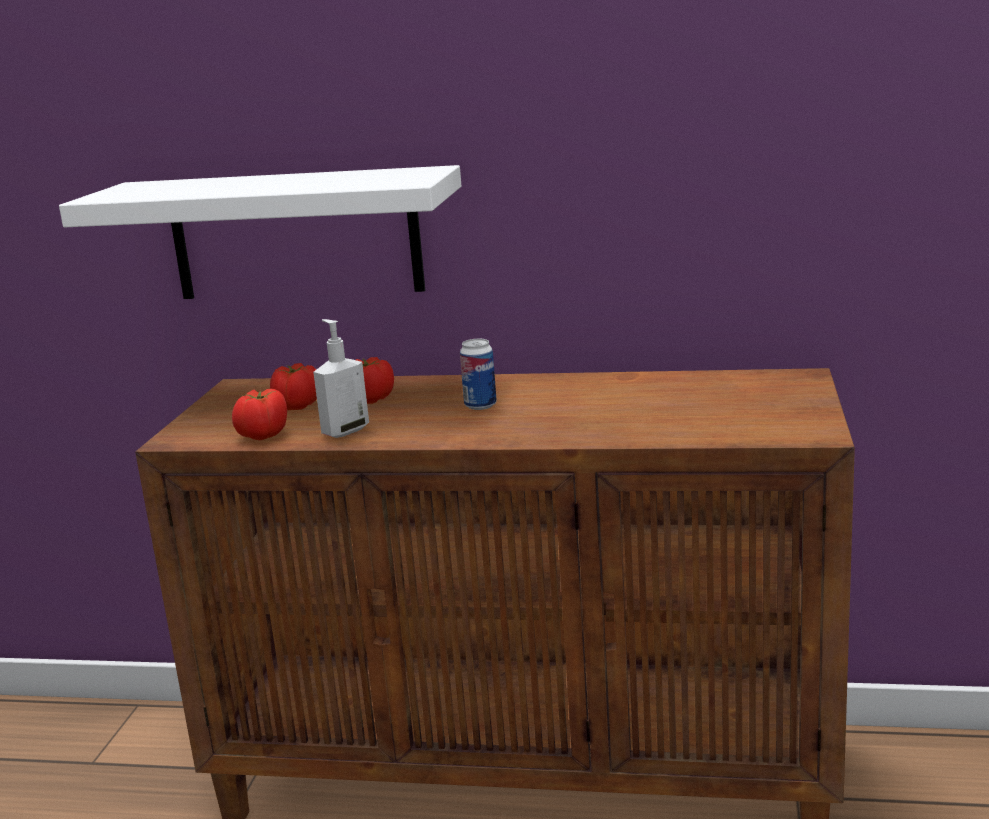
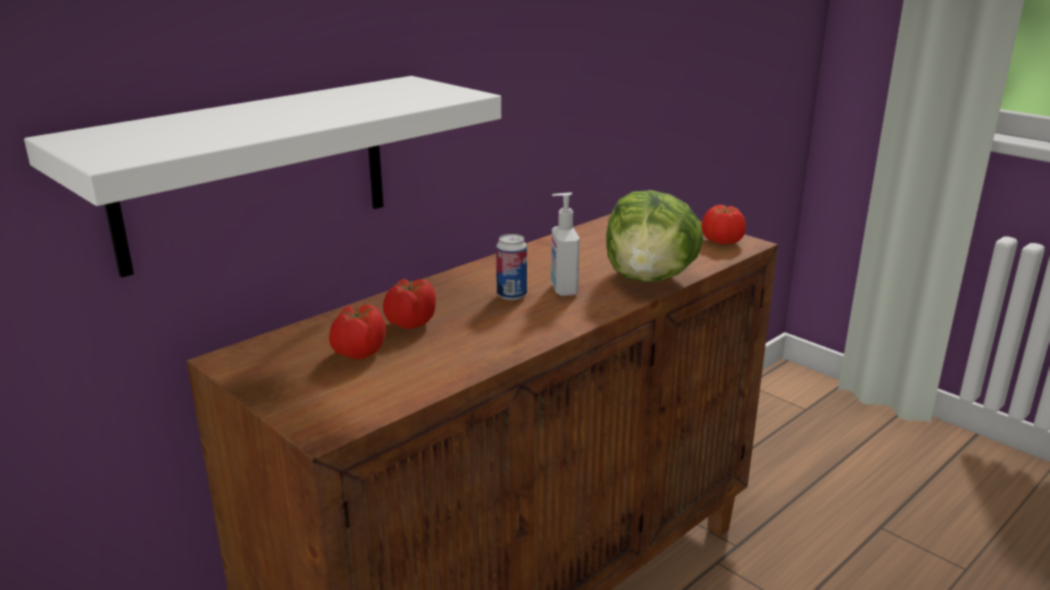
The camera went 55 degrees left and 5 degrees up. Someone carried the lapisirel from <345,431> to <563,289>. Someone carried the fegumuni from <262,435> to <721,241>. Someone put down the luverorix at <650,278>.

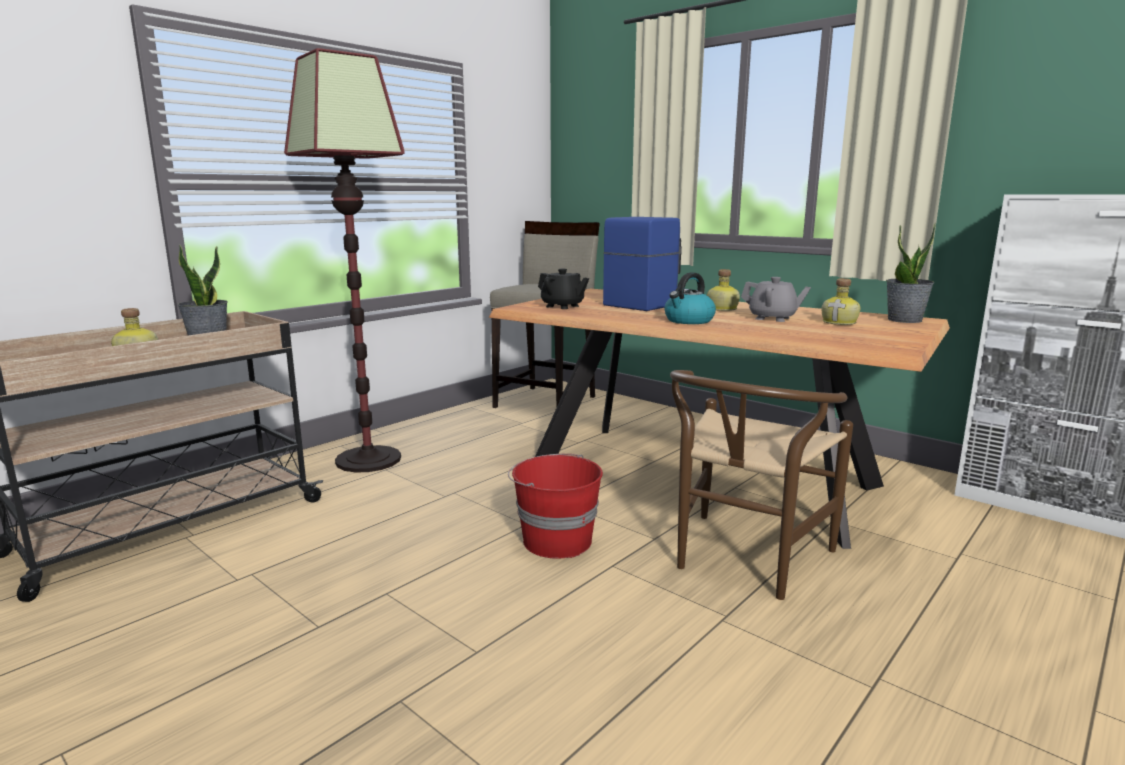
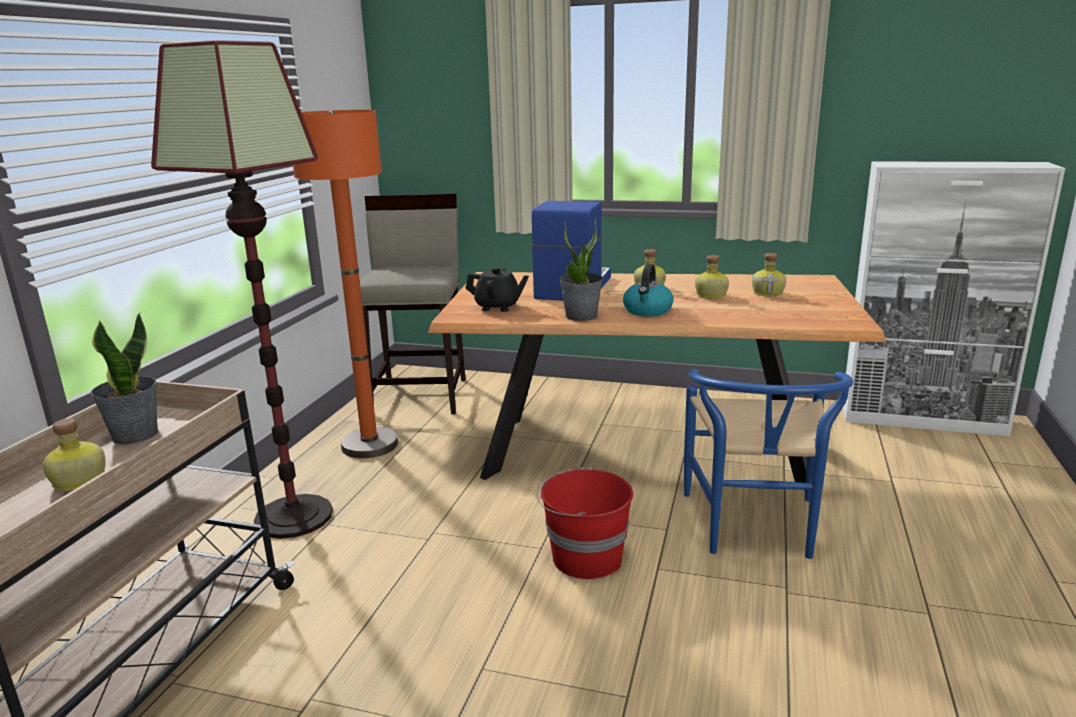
The camera went 25 degrees left and 5 degrees up. Someone carried the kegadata from <904,320> to <581,316>. Someone swapped the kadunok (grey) at <772,318> for the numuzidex at <710,295>. Someone repainted the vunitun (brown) at <743,561>, which became the vunitun (blue) at <754,530>. Someone put down the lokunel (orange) at <370,445>.

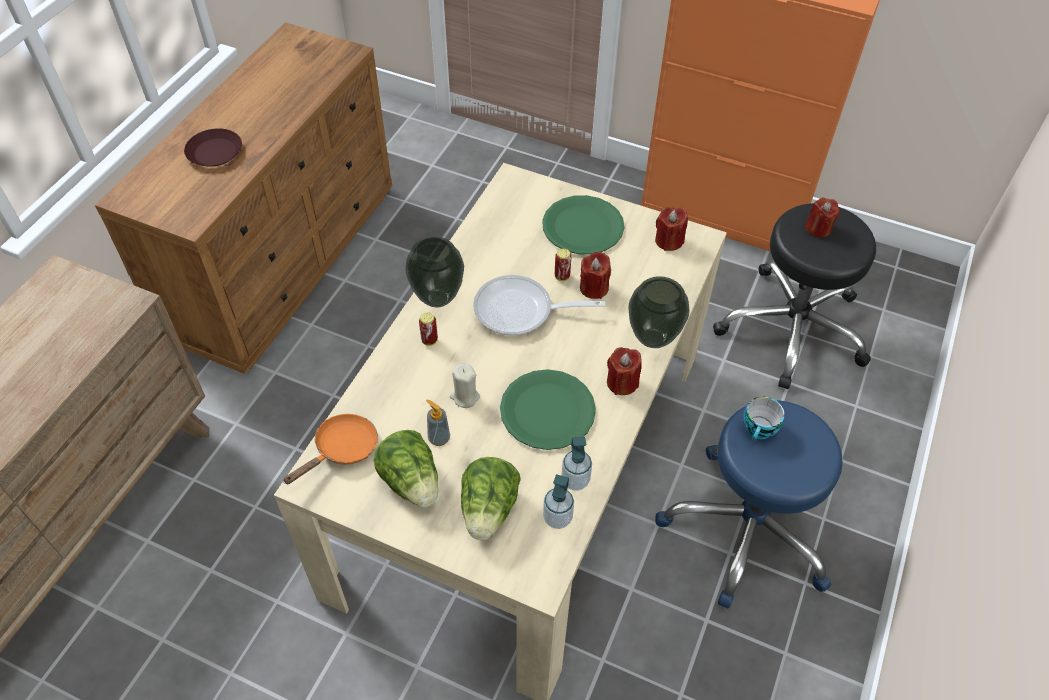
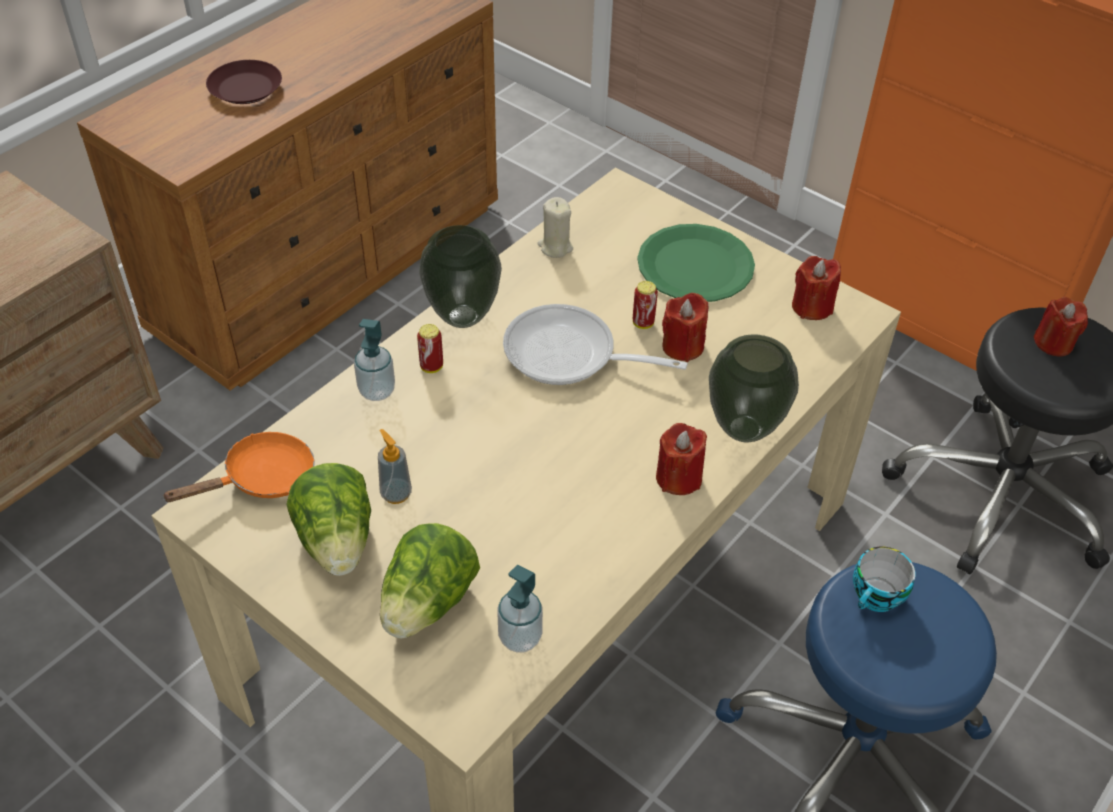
The camera went 15 degrees right and 5 degrees down. Someone carried the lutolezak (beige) from <465,397> to <555,247>. Someone took away the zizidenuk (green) at <548,411>. Someone carried the lapisirel from <575,480> to <377,391>.

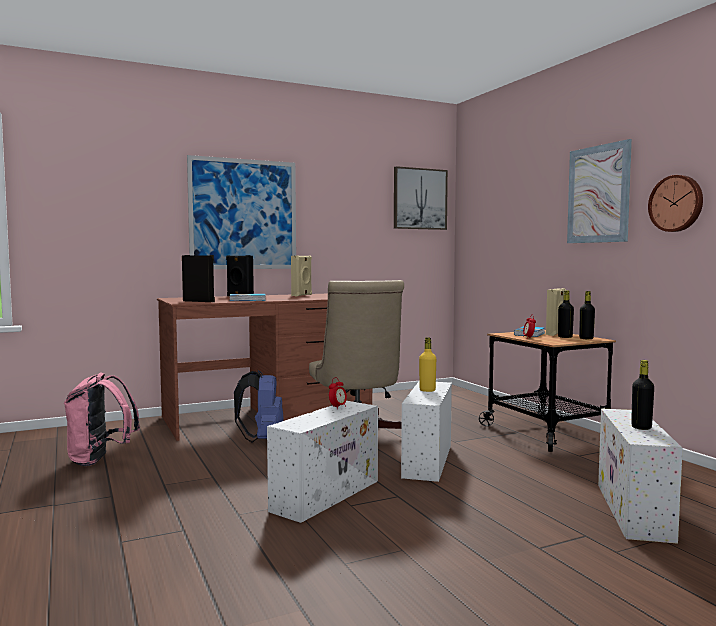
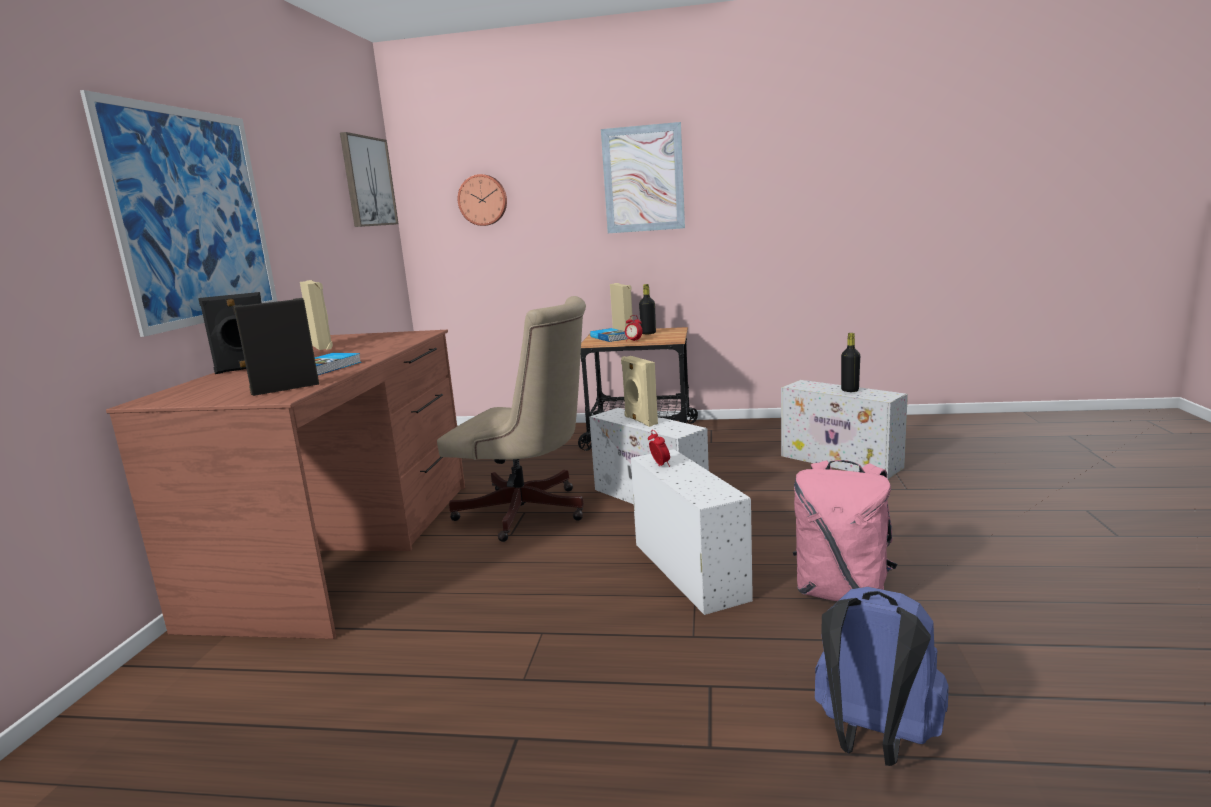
The camera went 55 degrees left and 10 degrees up. Someone carried the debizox from <676,203> to <483,200>. Someone took away the numuzidex (black) at <586,338>. Someone swapped the numuzidex (yellow) at <427,390> for the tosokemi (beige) at <639,421>. Someone carried the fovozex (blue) from <263,440> to <874,740>. Someone carried the fovozex (pink) from <100,460> to <842,593>.

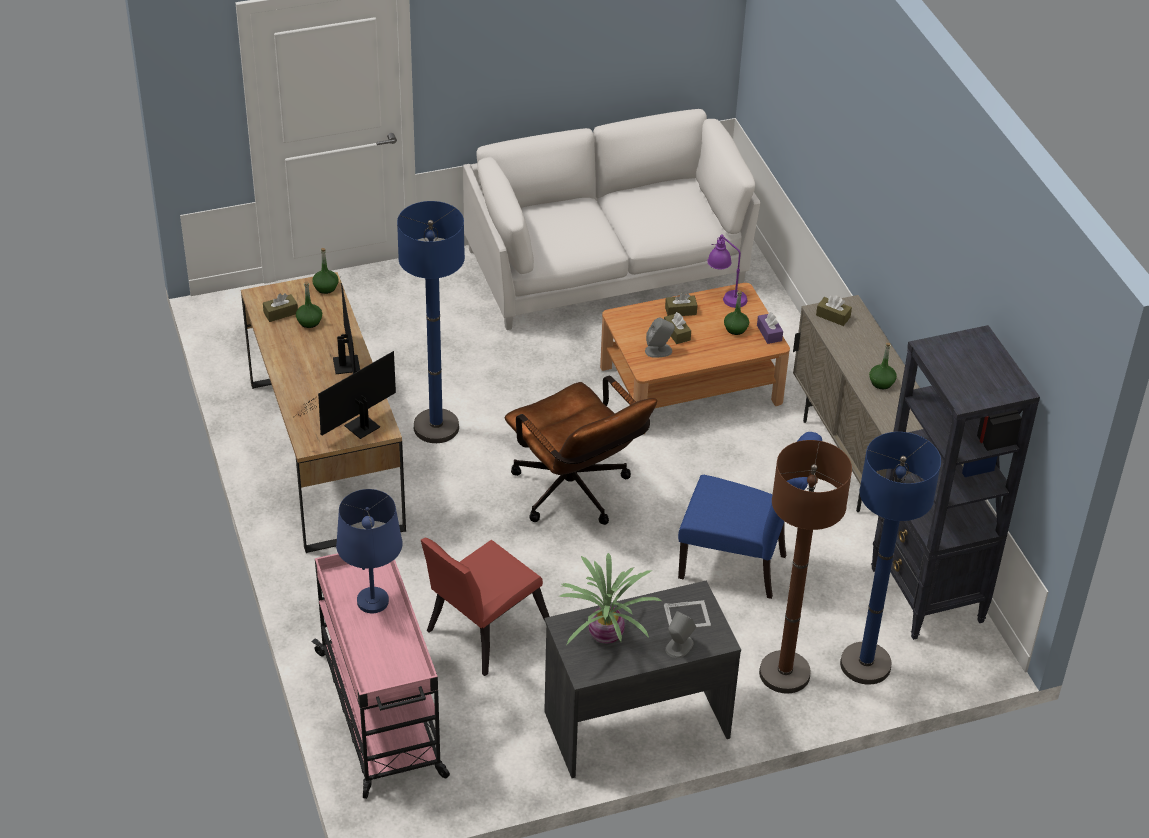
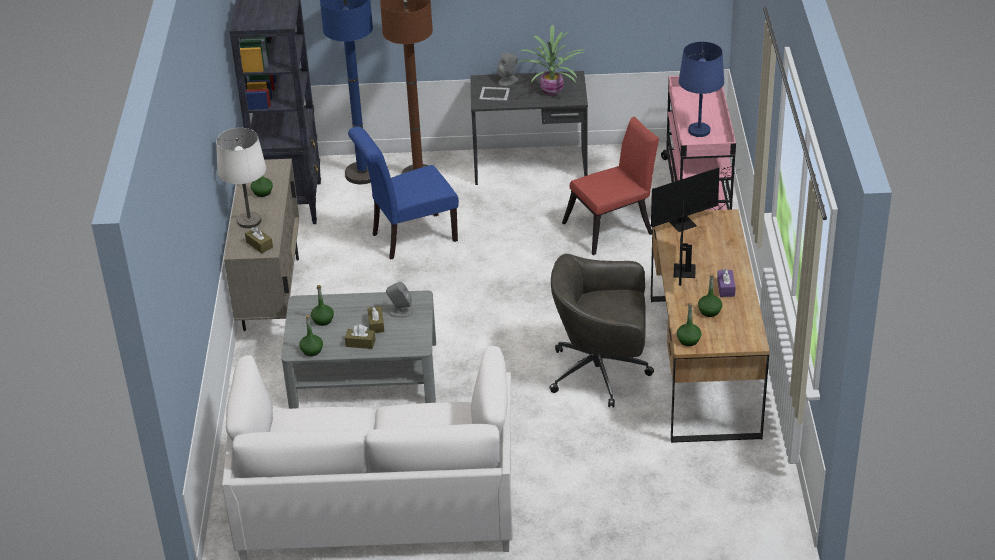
The camera went 160 degrees left and 5 degrees down. Someone swapped the lokunel (blue) at <436,427> for the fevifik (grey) at <601,373>. Someone swapped the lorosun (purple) at <725,296> for the numuzidex (green) at <312,350>. Someone repainted the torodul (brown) at <691,384>, which became the torodul (grey) at <363,374>. Someone took away the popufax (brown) at <280,313>. Someone carried the popufax (purple) from <769,333> to <726,288>. Someone took away the fevifik (brown) at <576,496>. Someone rotated the vunitun (blue) at <740,567> by 60 degrees counterclockwise. Someone put down the lorosun (white) at <249,221>.

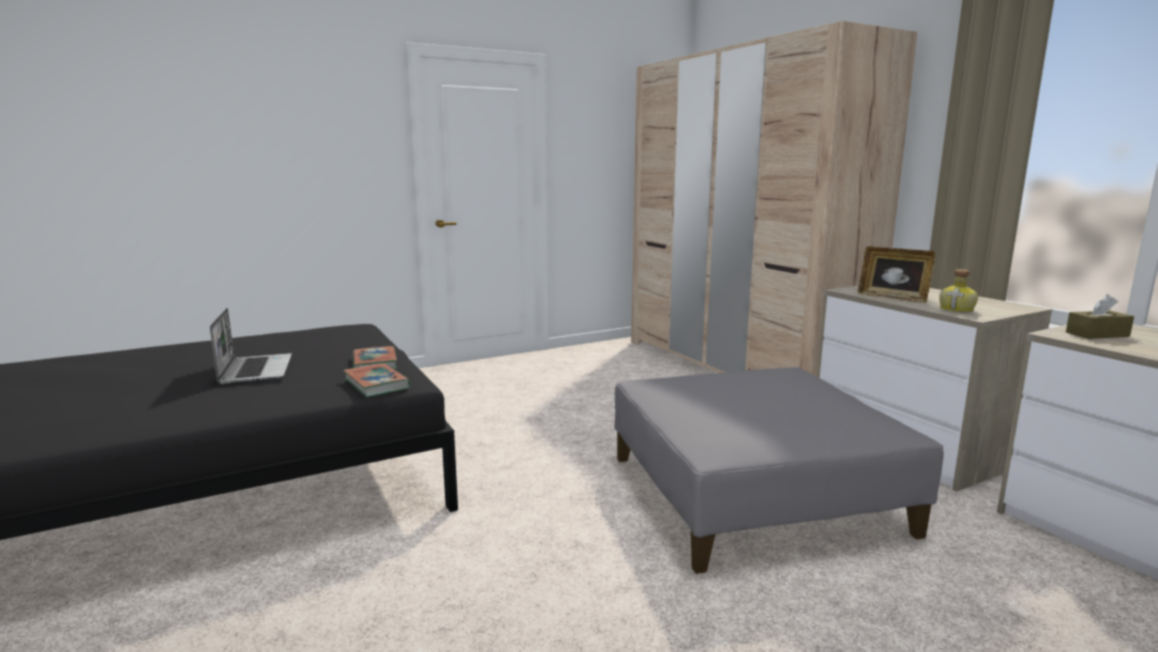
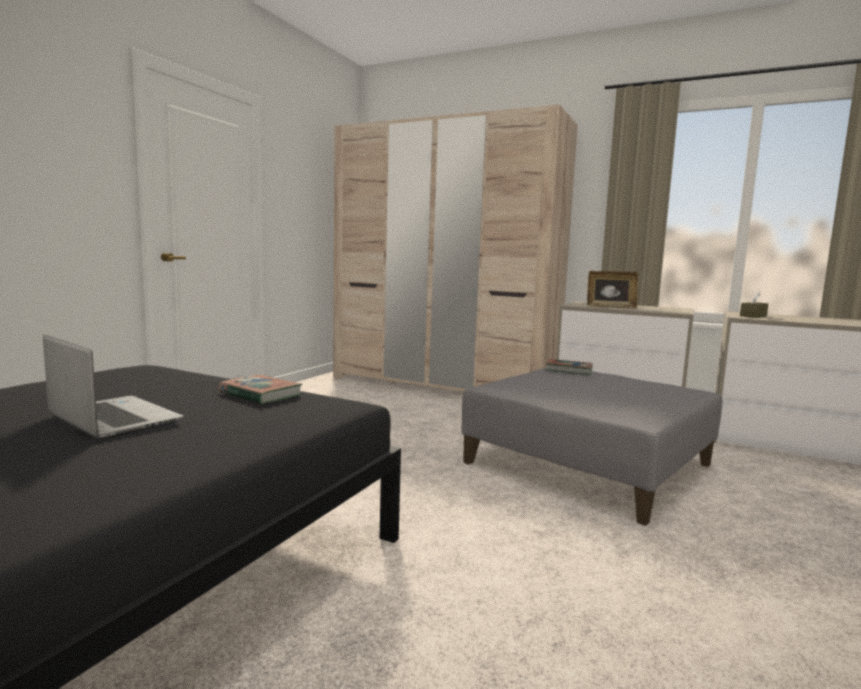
The camera went 35 degrees left and 5 degrees down. Someone took away the numuzidex at <957,310>. Someone carried the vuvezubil from <376,384> to <569,370>.

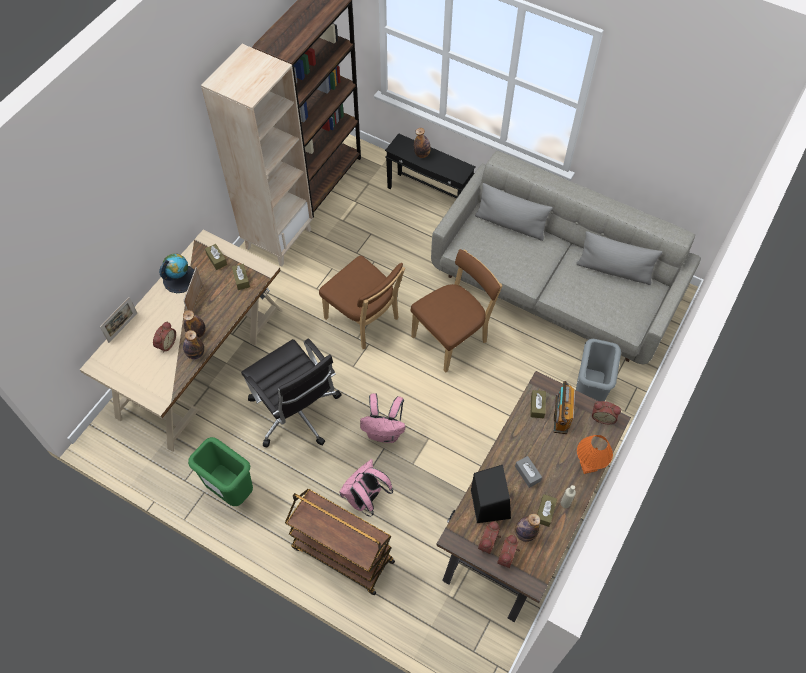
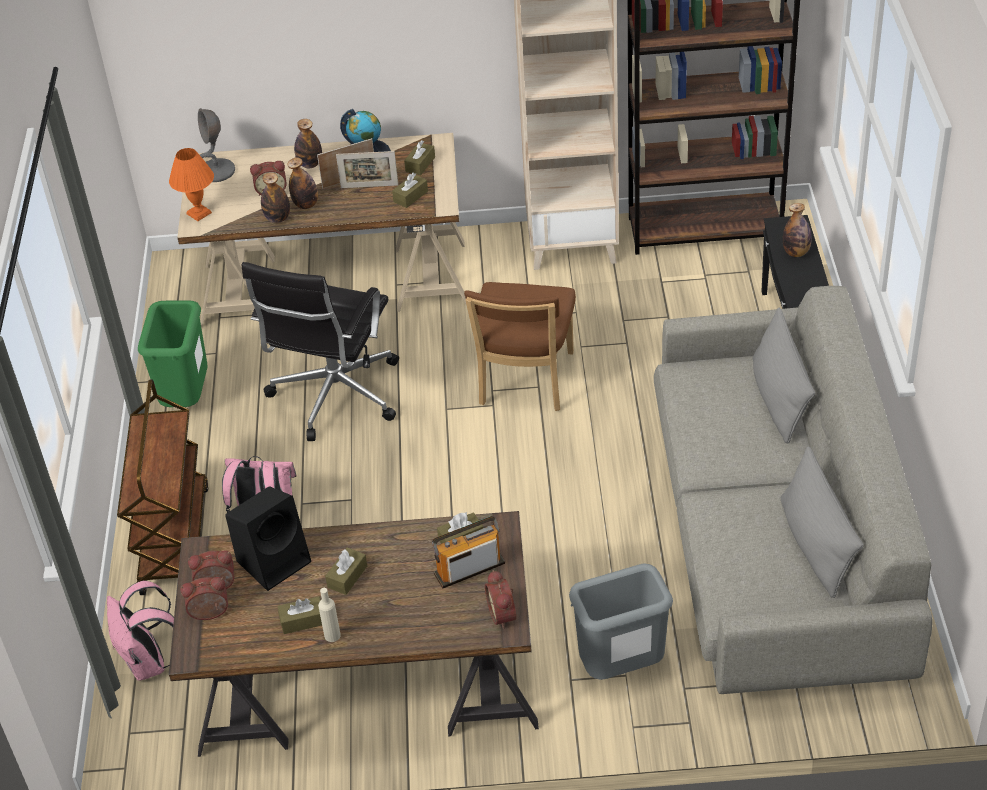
The camera went 60 degrees right and 15 degrees down. Someone took away the vunitun (brown) at <452,338>. Someone carried the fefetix from <123,328> to <369,186>. Someone carried the fovozex (pink) from <384,432> to <149,663>. Someone carried the lorosun (orange) from <588,466> to <198,213>. Someone repainted the popufax (grey) at <527,474>, which became the popufax (brown) at <347,577>. Someone carried the numuzidex from <524,533> to <310,164>. Someone put down the lorosun (grey) at <217,171>.

